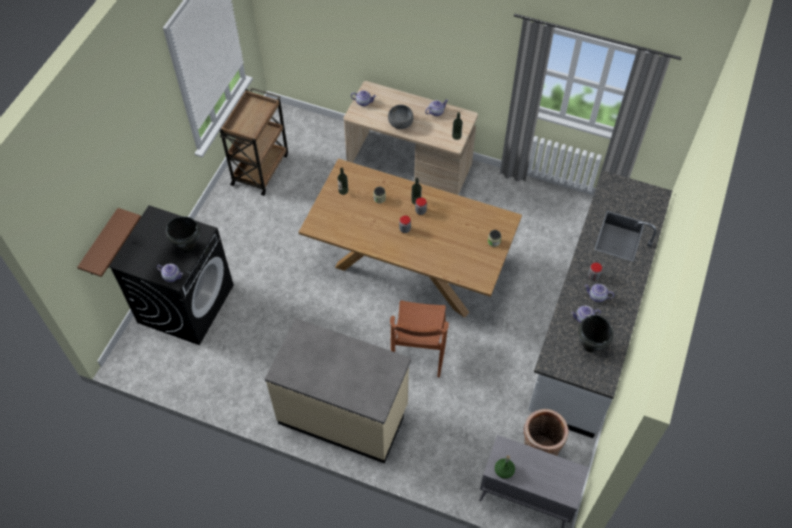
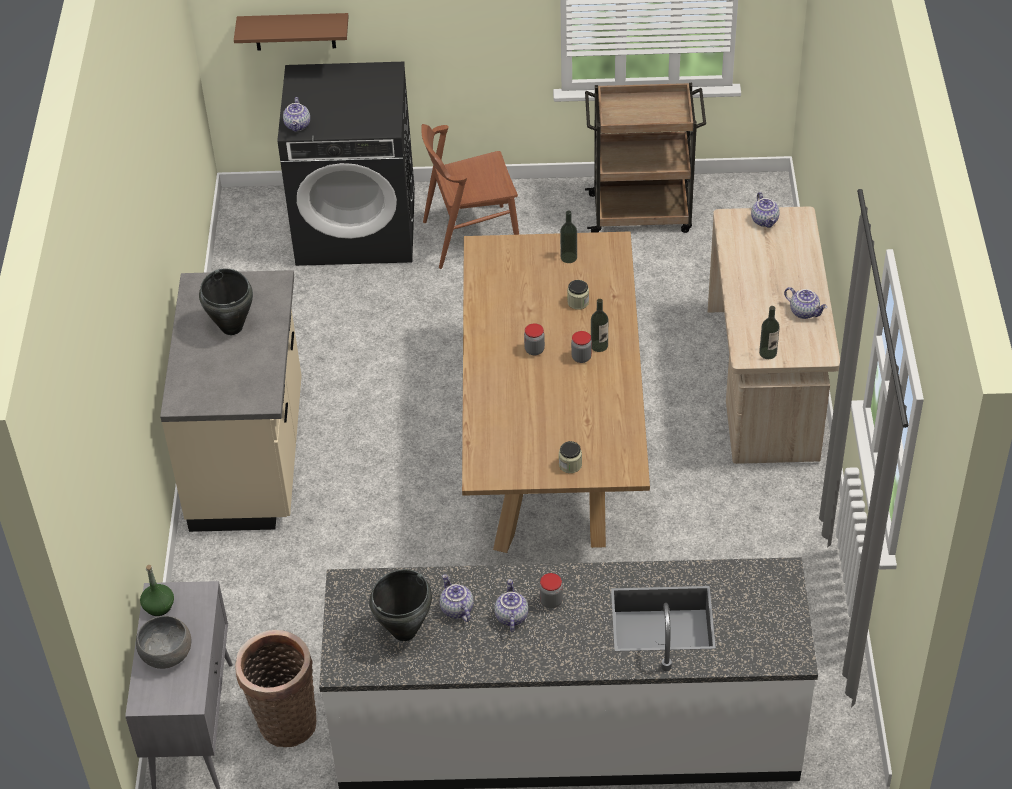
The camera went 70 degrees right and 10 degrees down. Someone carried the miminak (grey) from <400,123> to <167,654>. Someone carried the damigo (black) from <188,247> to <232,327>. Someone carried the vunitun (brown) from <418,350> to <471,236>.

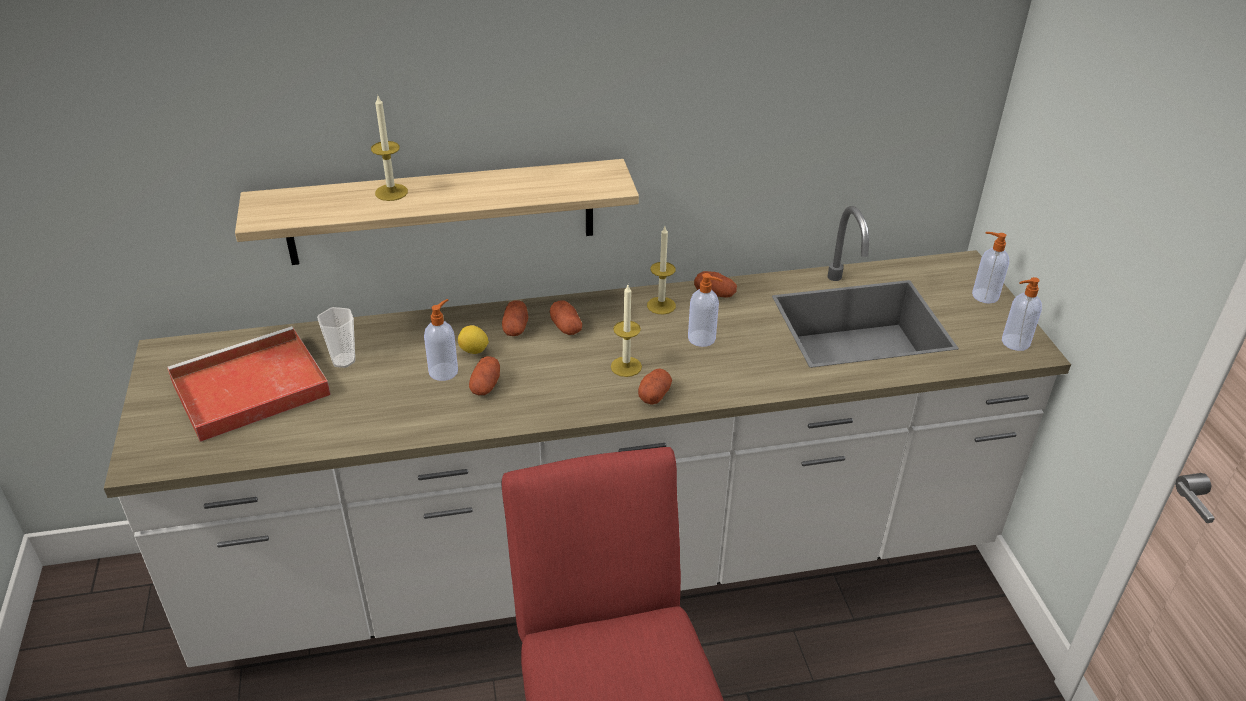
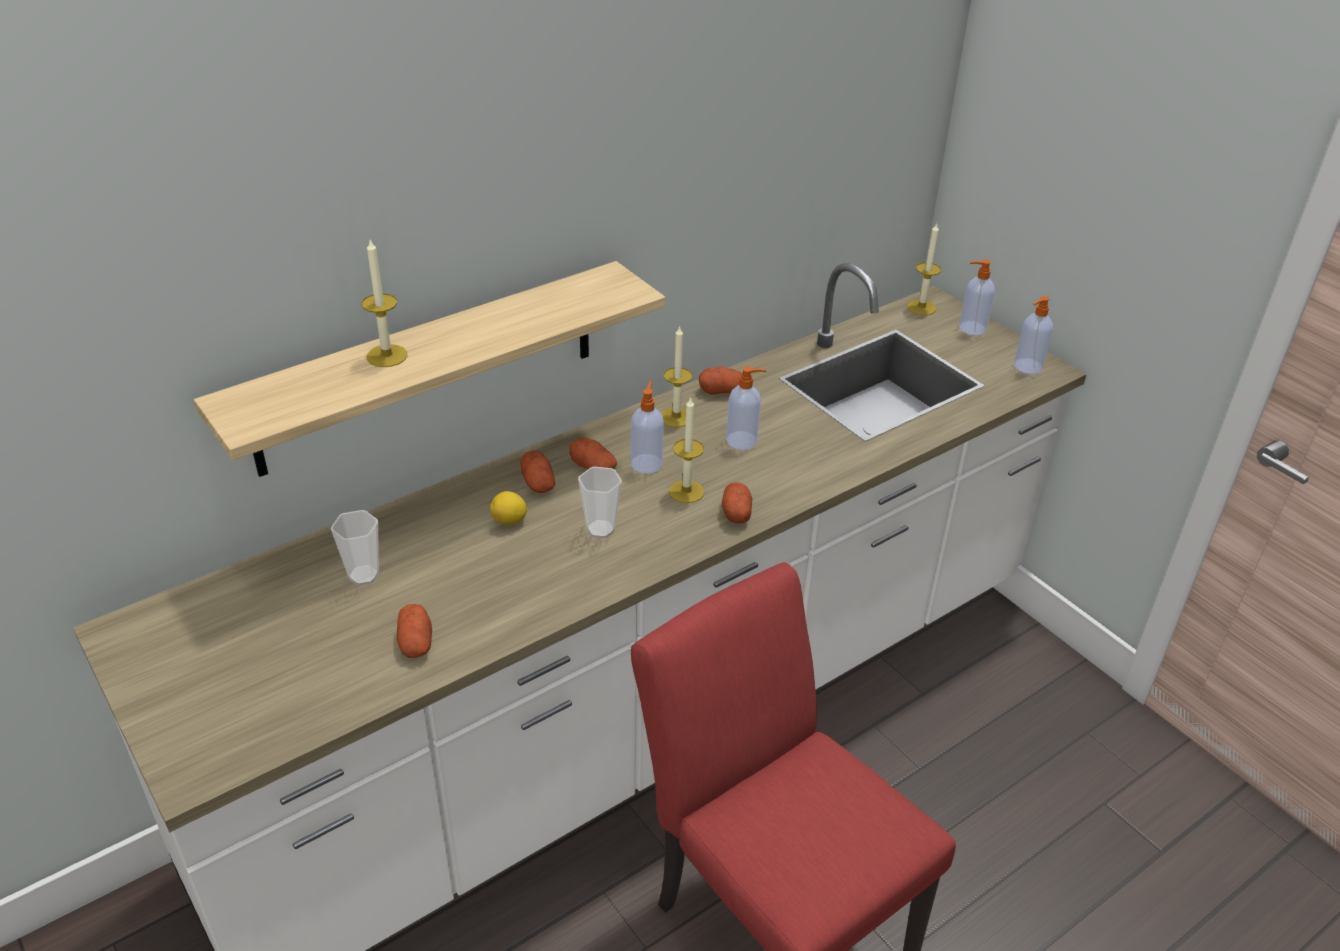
The camera went 25 degrees left and 0 degrees up. Someone carried the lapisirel from <444,371> to <647,463>. Someone took away the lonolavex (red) at <247,389>. Someone carried the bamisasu from <485,385> to <416,642>. Someone put down the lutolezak at <921,307>. Someone put down the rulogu at <600,529>.

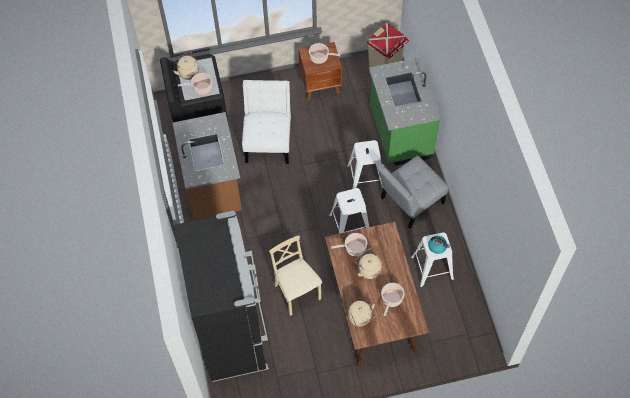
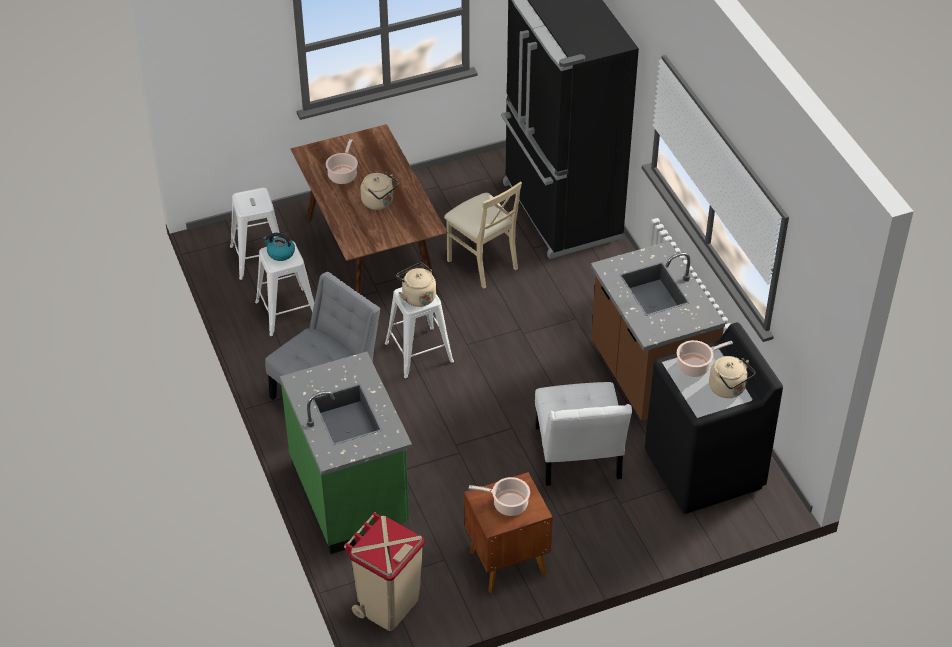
The camera went 170 degrees right and 15 degrees down. Someone carried the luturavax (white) from <366,177> to <258,257>. Someone took away the damigo at <354,248>. Someone carried the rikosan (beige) from <360,318> to <417,296>.

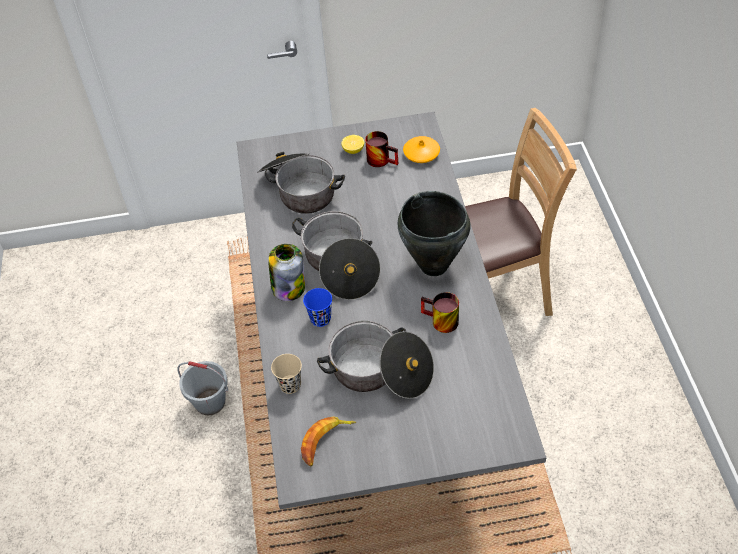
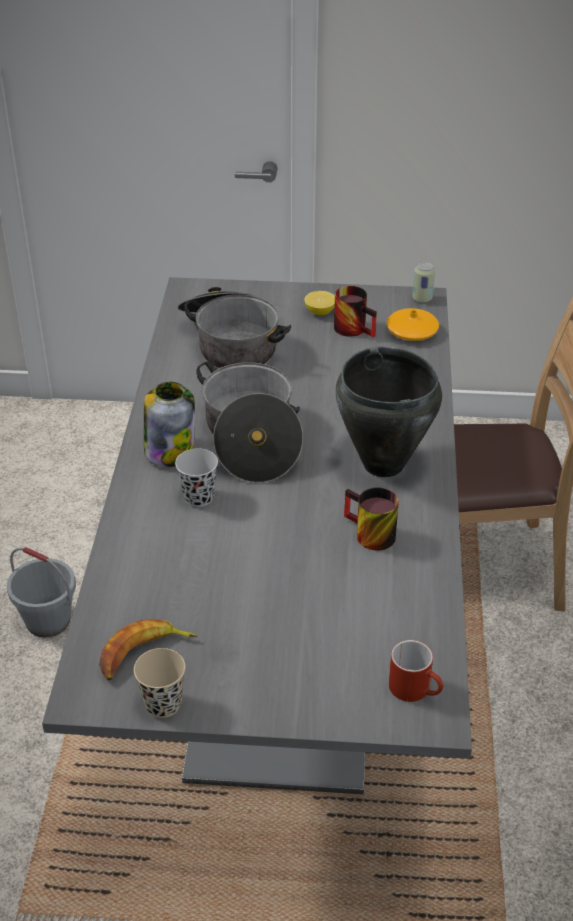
The camera went 10 degrees right and 10 degrees down. Someone repainted the rulogu (blue) at <320,319>, which became the rulogu (black) at <198,497>. Someone took away the damigo at <380,372>. Someone carried the rulogu (beige) from <290,385> to <163,704>. Someone put down the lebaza at <422,299>. Someone put down the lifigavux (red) at <416,689>.

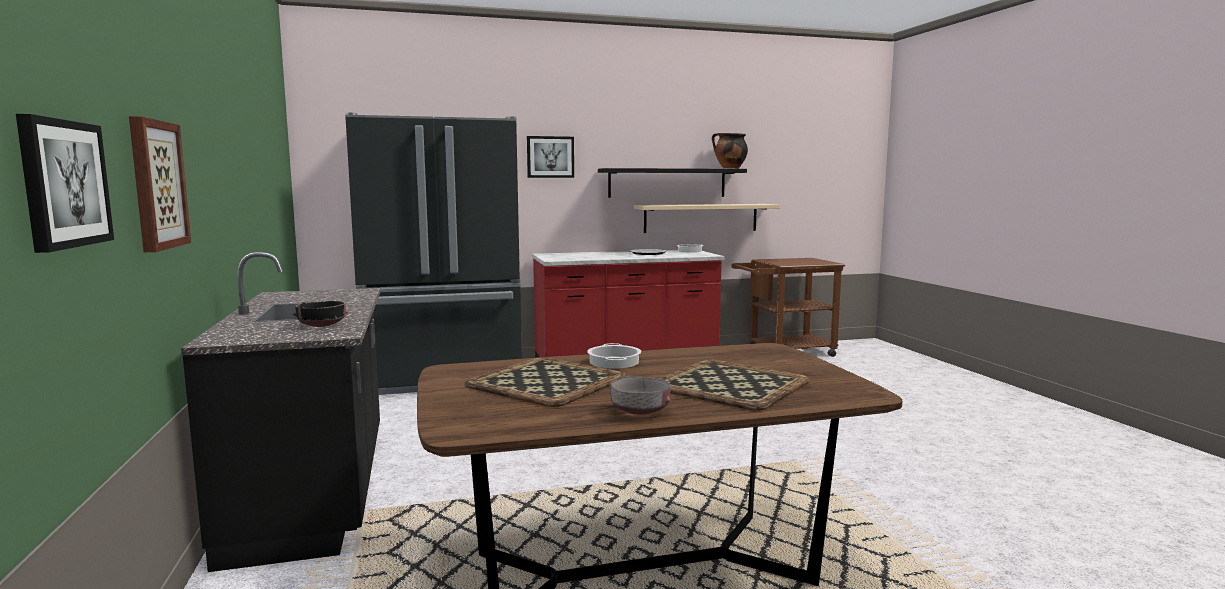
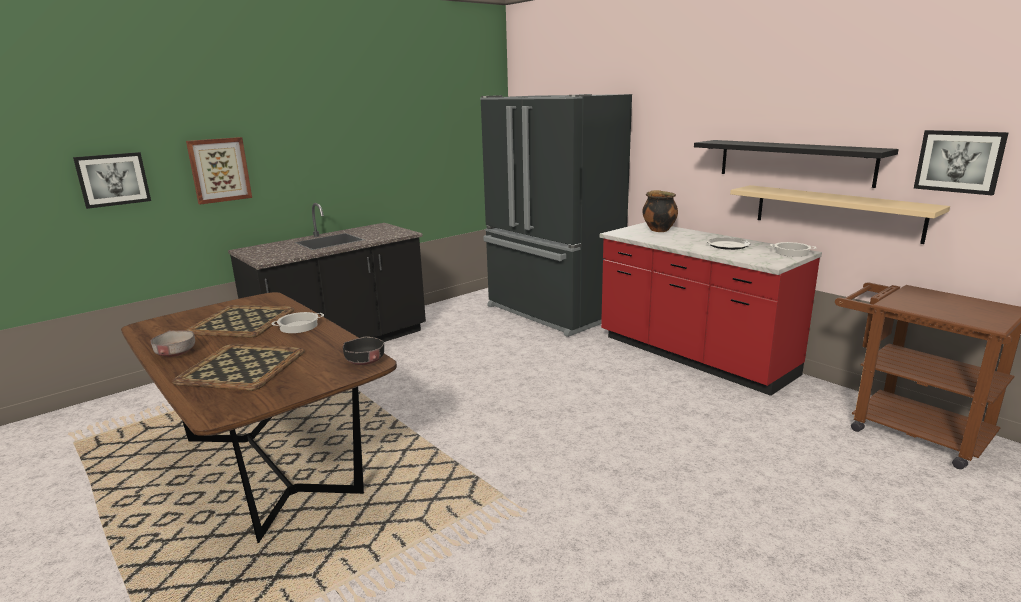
The camera went 65 degrees right and 10 degrees up. Someone carried the damigo from <729,168> to <658,230>. Someone carried the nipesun from <550,157> to <959,161>. Someone carried the miminak (black) from <322,325> to <365,361>.

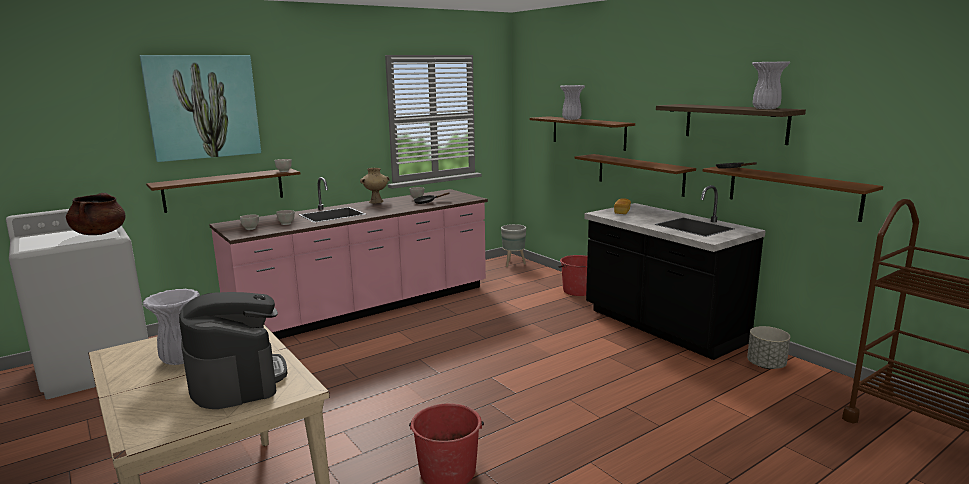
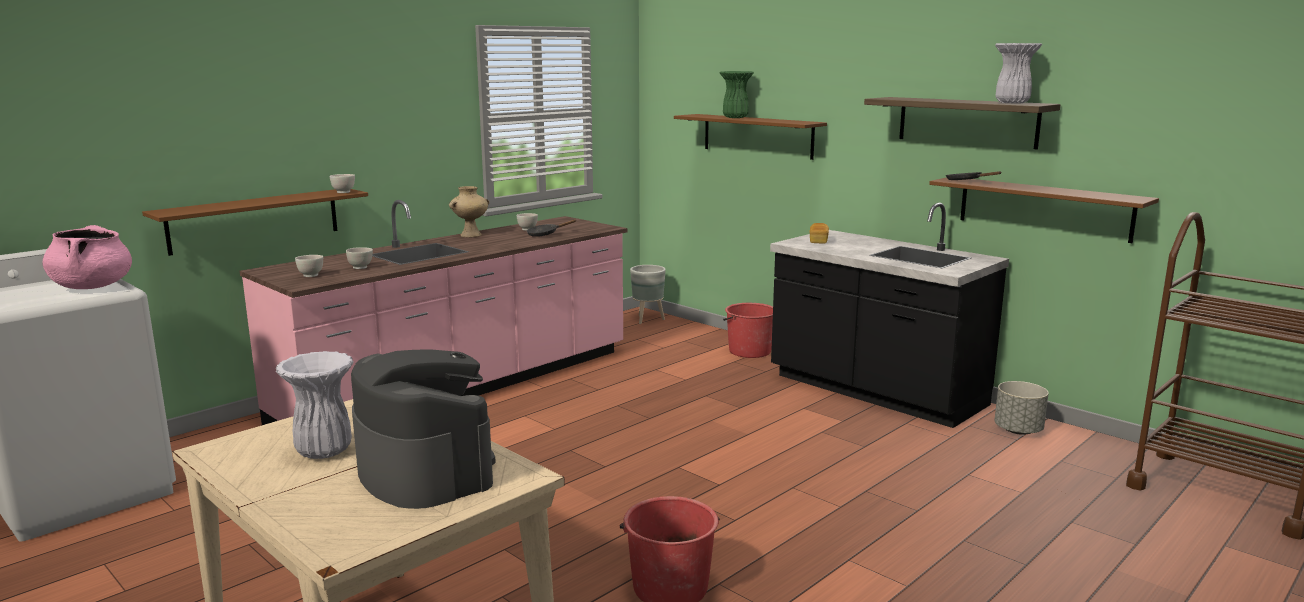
The camera went 10 degrees left and 0 degrees up. Someone took away the nipesun at <203,107>. Someone repainted the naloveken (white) at <572,119>, which became the naloveken (green) at <736,117>. Someone took away the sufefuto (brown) at <640,174>. Someone repainted the damigo (brown) at <99,233>, which became the damigo (pink) at <92,286>.

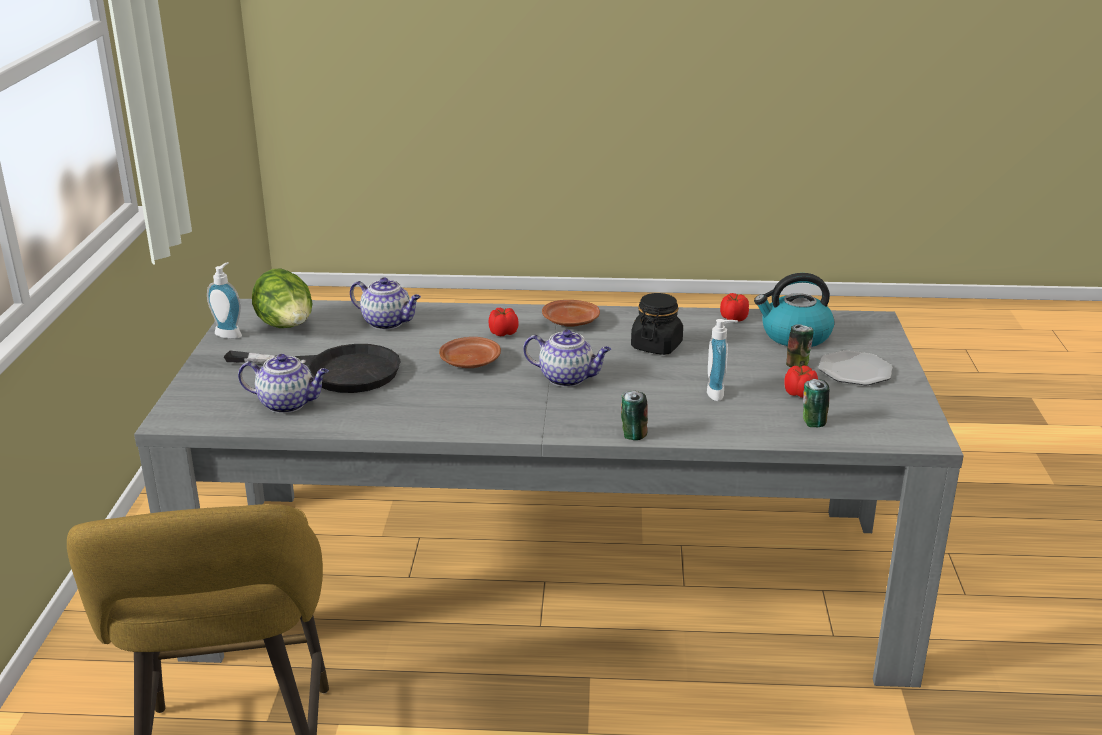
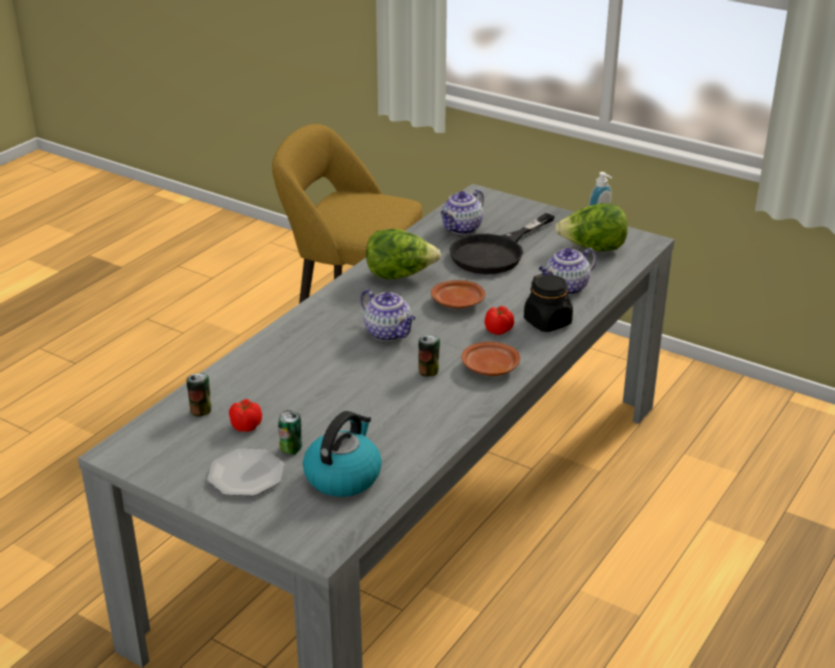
The camera went 120 degrees right and 5 degrees up. Someone carried the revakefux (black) from <656,346> to <548,322>. Someone took away the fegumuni at <733,319>. Someone took away the lapisirel at <719,393>. Someone rotated the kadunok at <568,378> by 90 degrees counterclockwise. Someone carried the lebaza from <633,435> to <429,371>. Someone put down the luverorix at <400,275>.

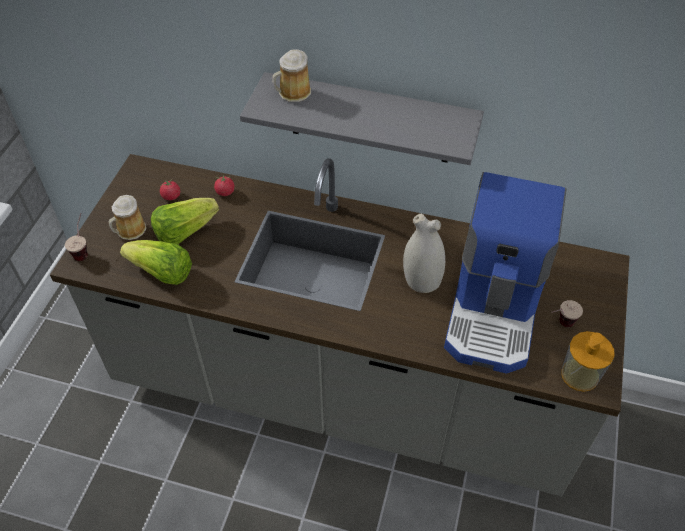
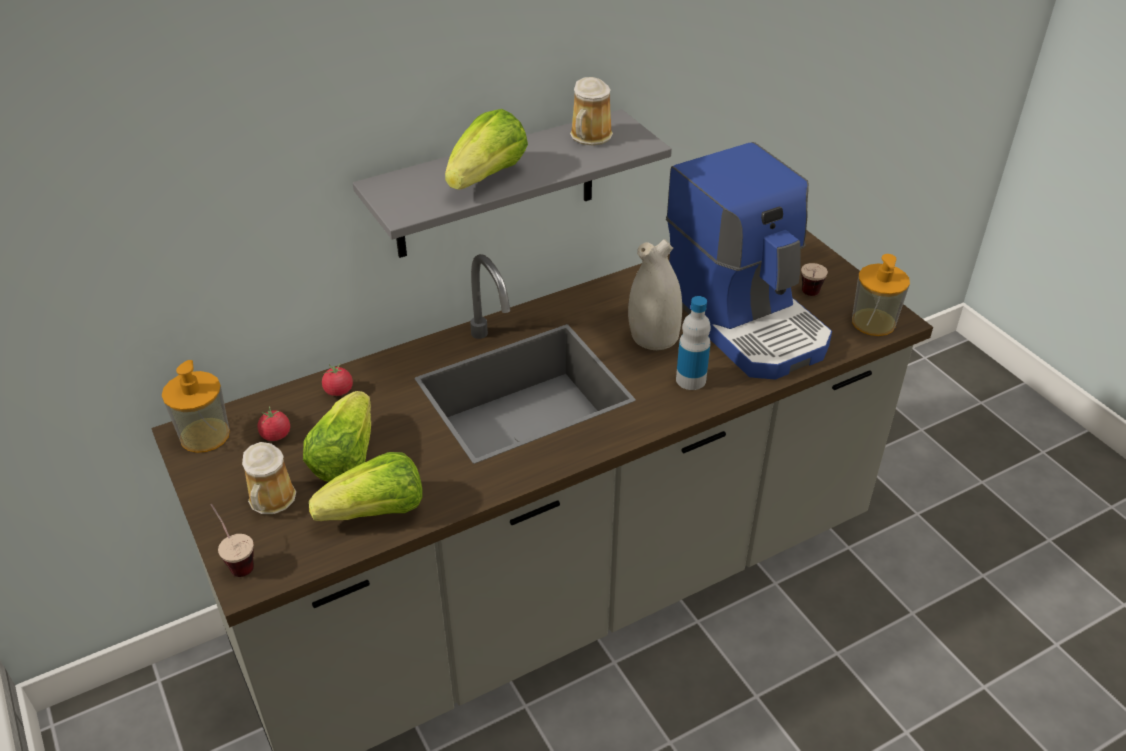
The camera went 45 degrees left and 10 degrees down. Someone carried the lifigavux from <292,93> to <589,137>. Someone put down the luverorix at <487,177>. Someone put down the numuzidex at <691,380>. Someone put down the lapisirel at <204,435>.

